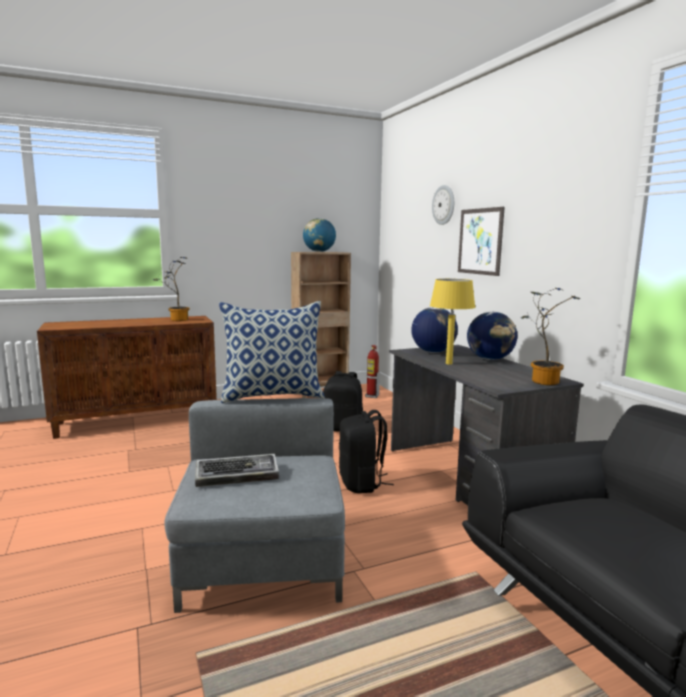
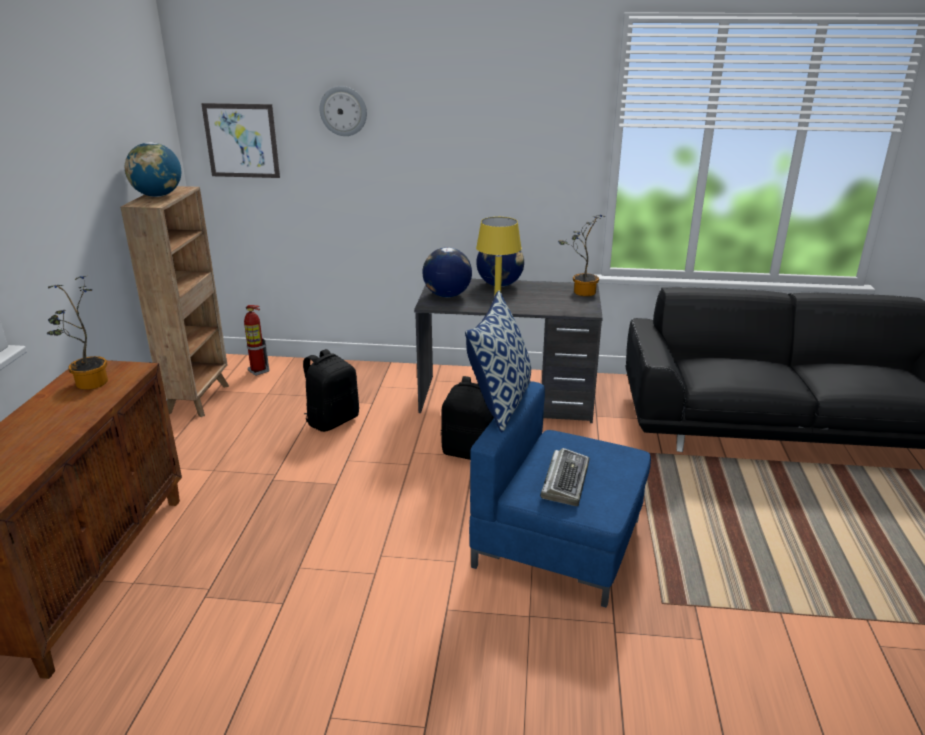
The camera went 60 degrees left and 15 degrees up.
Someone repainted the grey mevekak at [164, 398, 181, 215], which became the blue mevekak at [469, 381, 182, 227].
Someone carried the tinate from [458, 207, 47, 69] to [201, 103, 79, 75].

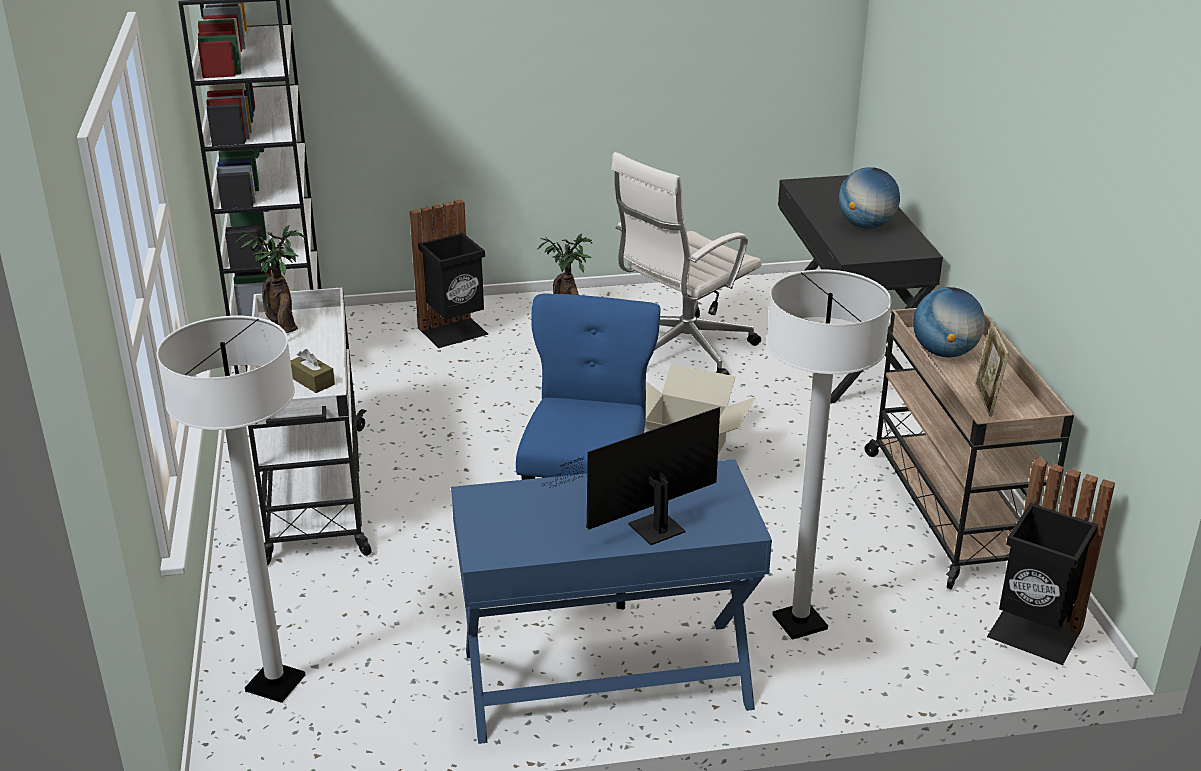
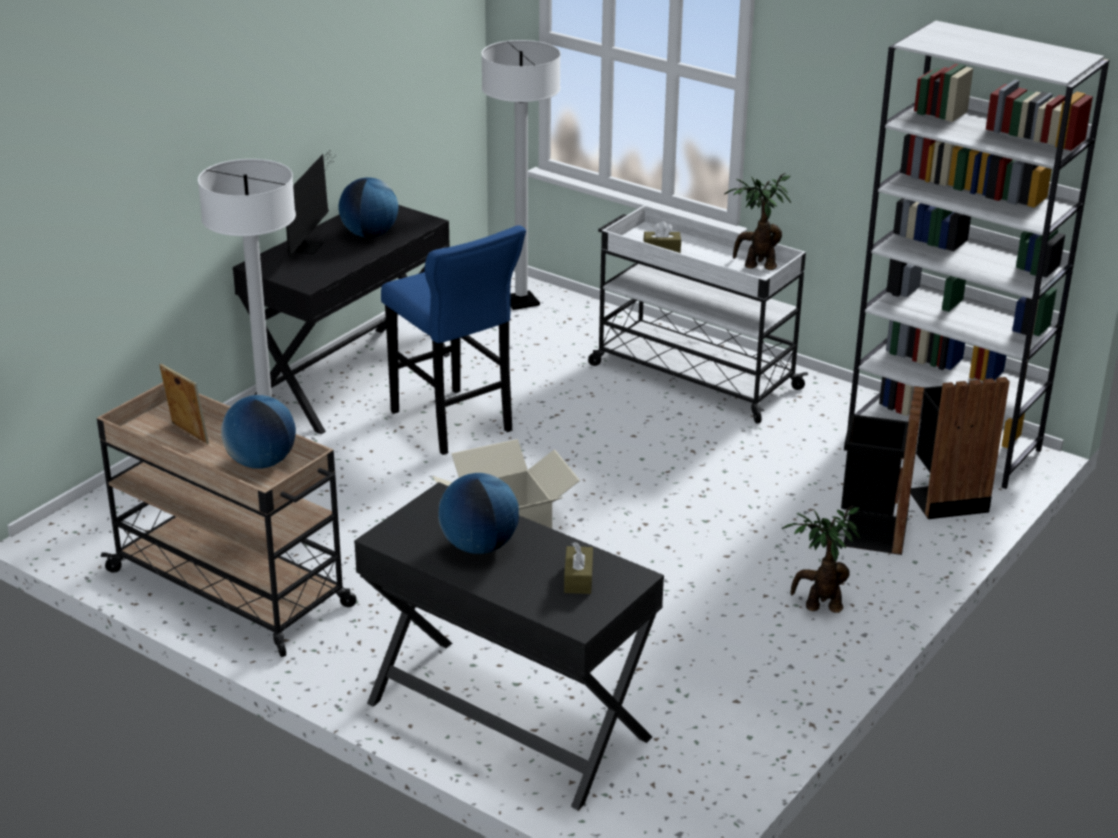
The camera went 135 degrees right and 0 degrees up.
Someone repainted the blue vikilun at [451, 459, 321, 285], which became the black vikilun at [233, 205, 217, 230].
Someone took away the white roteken at [611, 152, 151, 223].
Someone carried the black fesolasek from [987, 459, 128, 206] to [910, 377, 100, 142].
Someone put down the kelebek at [338, 177, 60, 61].
Someone put down the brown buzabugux at [564, 542, 29, 52].

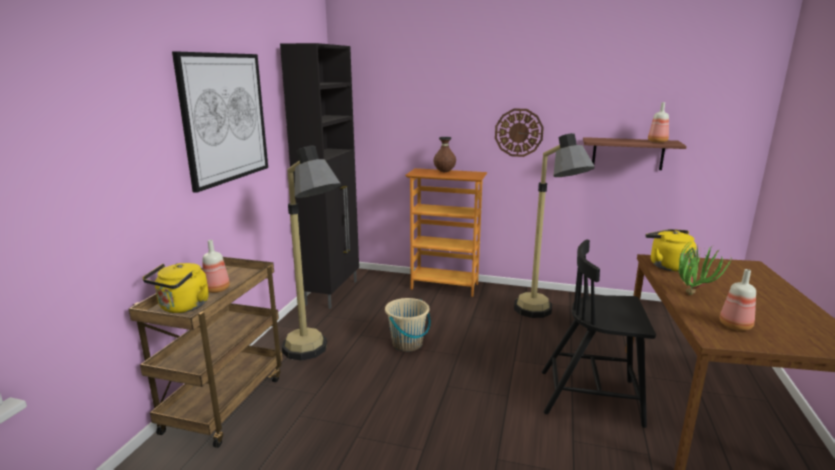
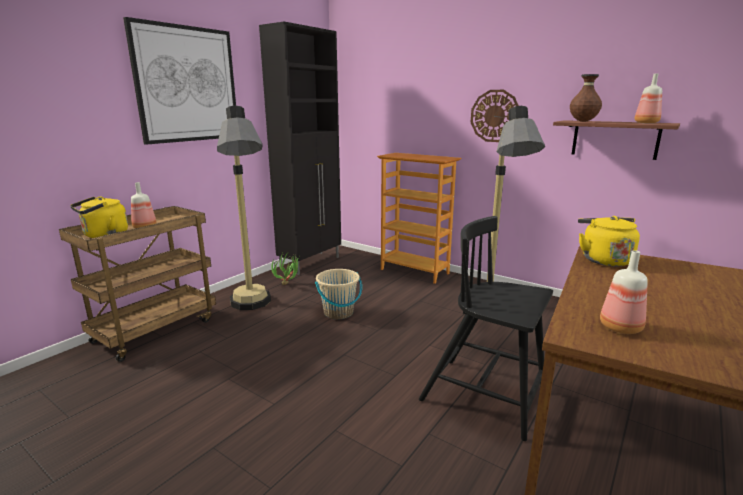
The camera went 20 degrees right and 0 degrees up.
Someone carried the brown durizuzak from [434, 137, 22, 35] to [570, 74, 32, 48].
Someone carried the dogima from [679, 244, 53, 51] to [271, 253, 29, 32].

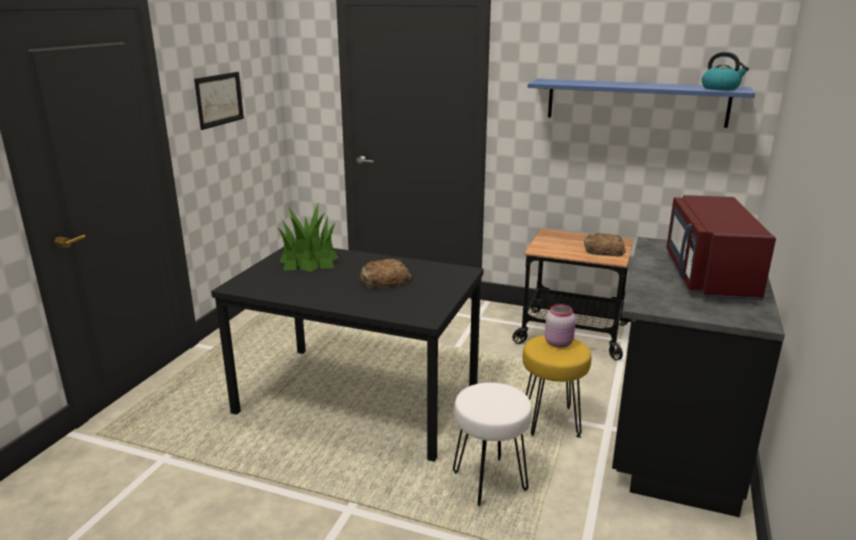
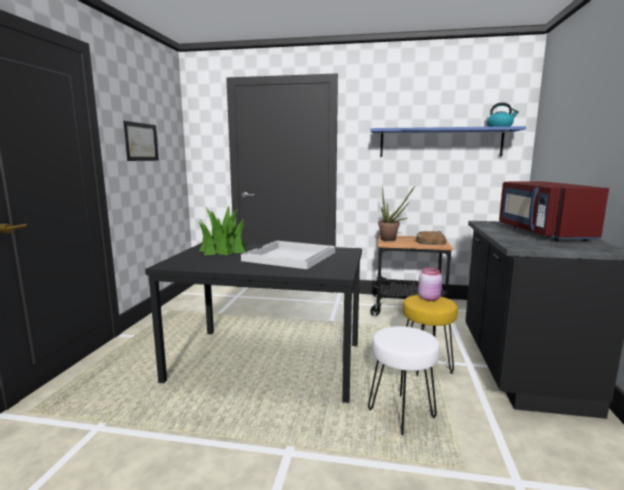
The camera went 10 degrees left and 10 degrees down.
Someone swapped the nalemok at [360, 259, 51, 30] for the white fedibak at [241, 241, 94, 28].
Someone put down the dogima at [378, 186, 37, 55].

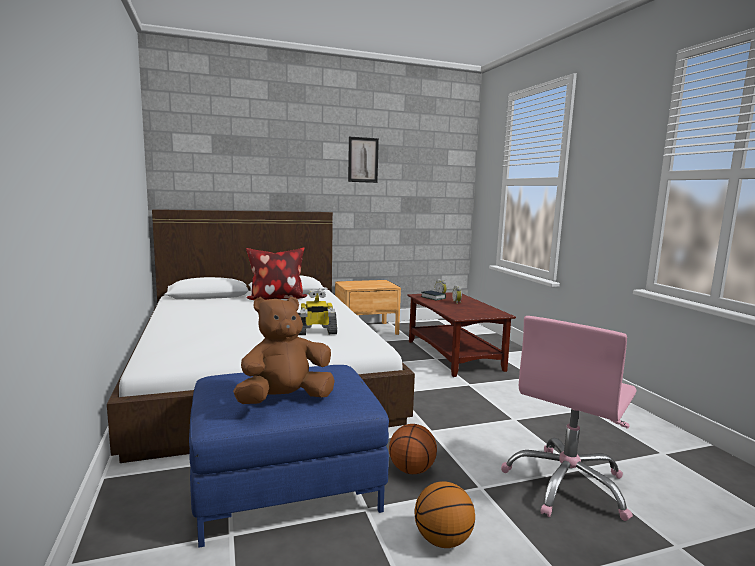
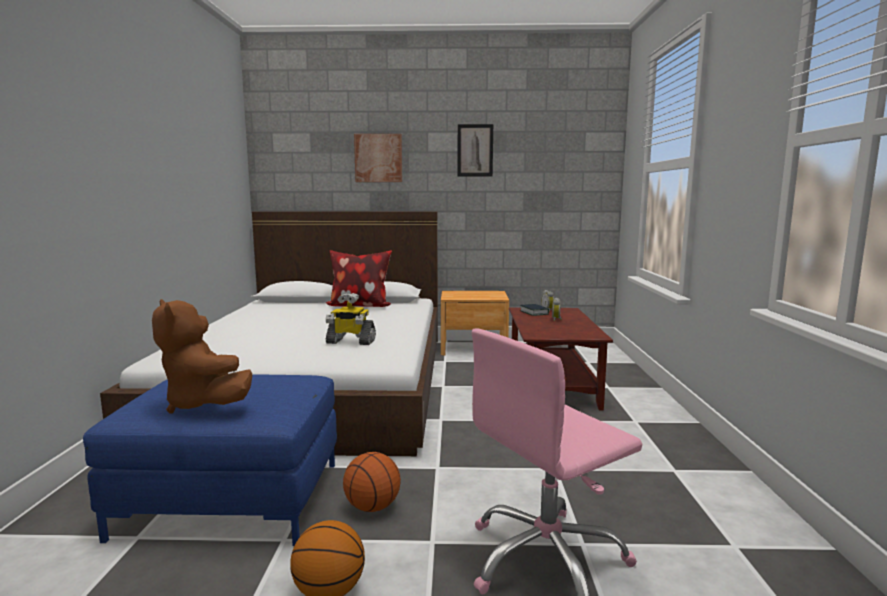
The camera went 20 degrees right and 0 degrees up.
Someone rotated the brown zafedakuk at [233, 297, 102, 107] by 120 degrees counterclockwise.
Someone put up the tinate at [354, 134, 48, 48].

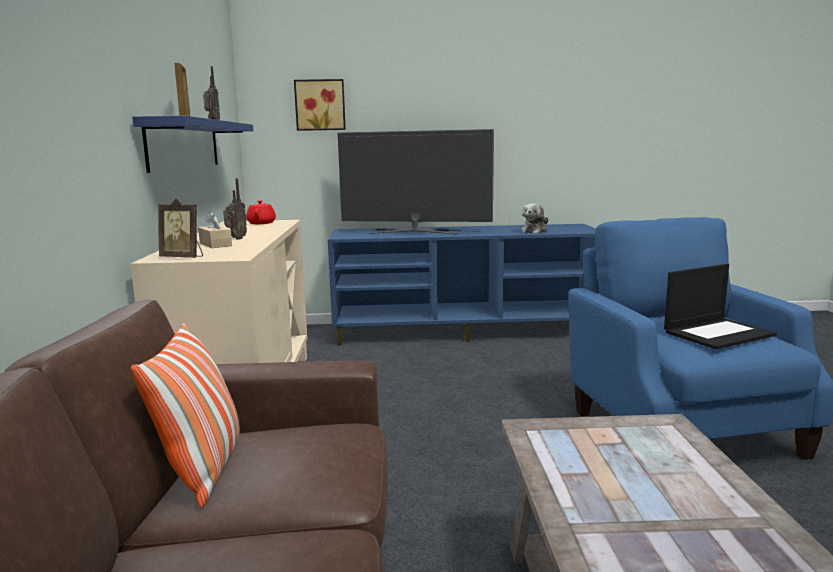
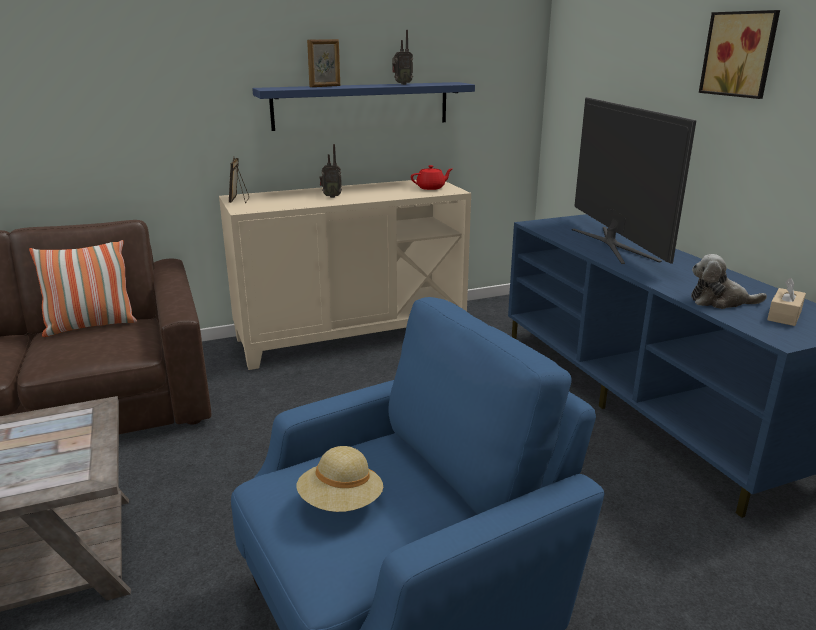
The camera went 70 degrees right and 10 degrees up.
Someone carried the beige buzabugux from [198, 212, 34, 36] to [767, 278, 39, 48].
Someone carried the tinate from [294, 79, 52, 52] to [699, 10, 81, 89].
Someone swapped the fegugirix at [664, 264, 113, 85] for the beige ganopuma at [296, 446, 87, 66].

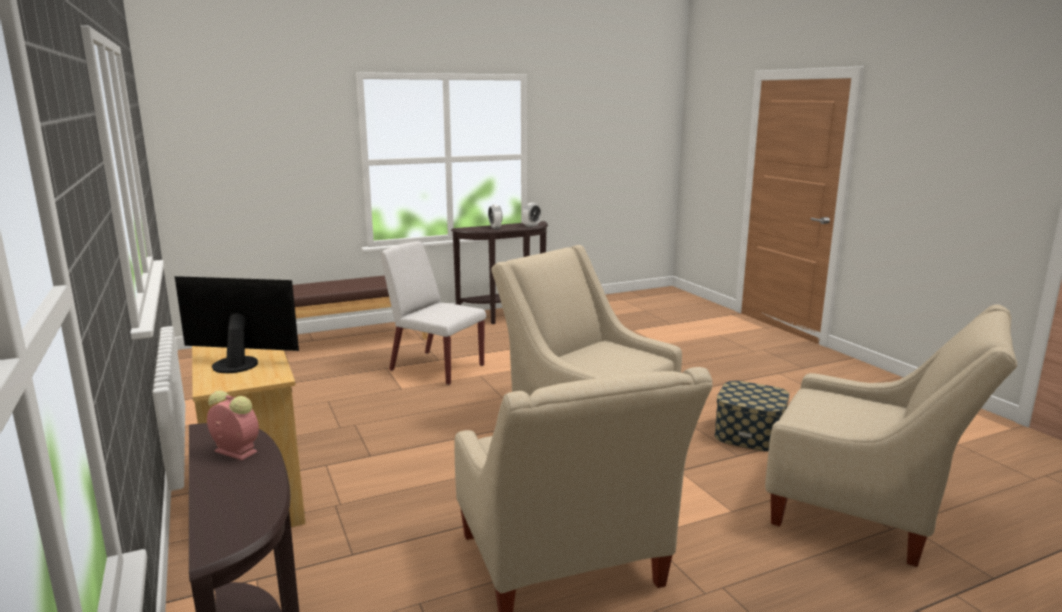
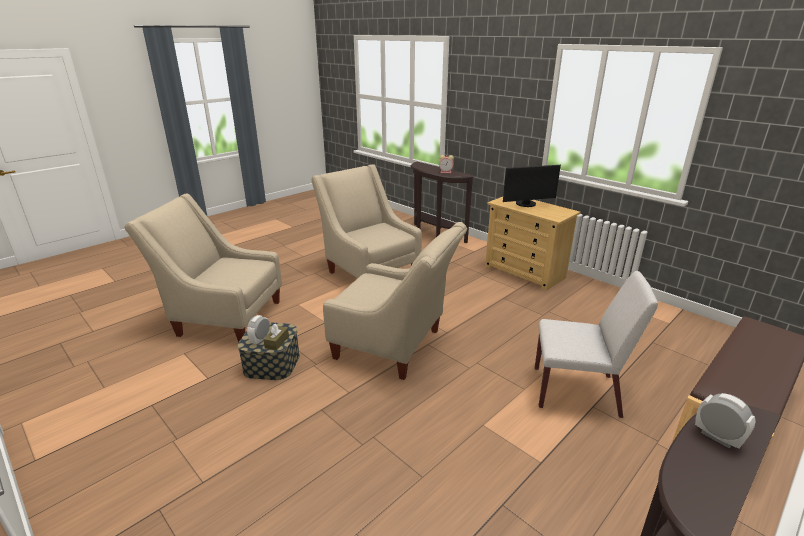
The camera went 160 degrees right and 10 degrees up.
Someone carried the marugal from [522, 203, 19, 24] to [247, 315, 23, 30].
Someone put down the brown buzabugux at [263, 324, 26, 26].

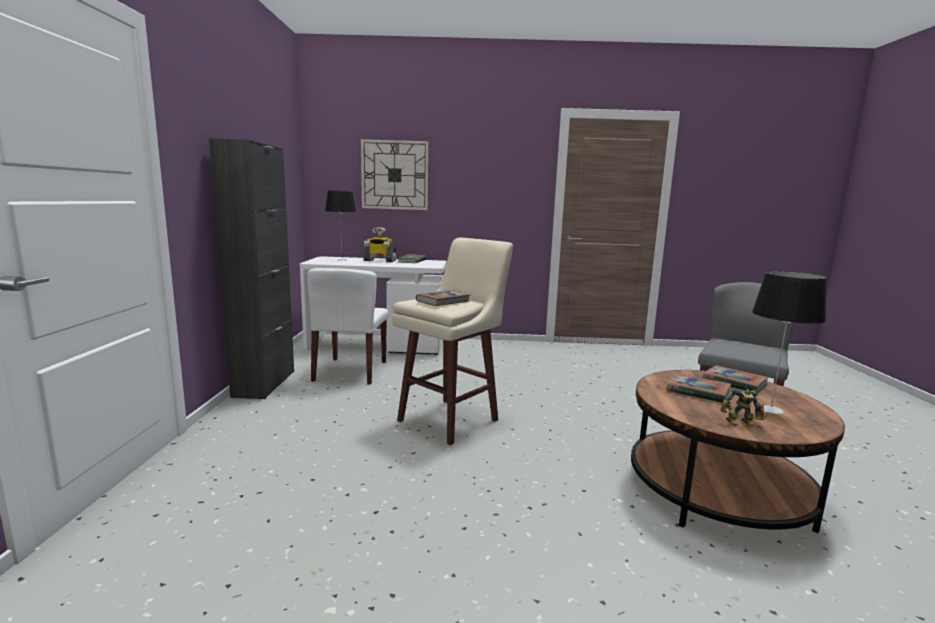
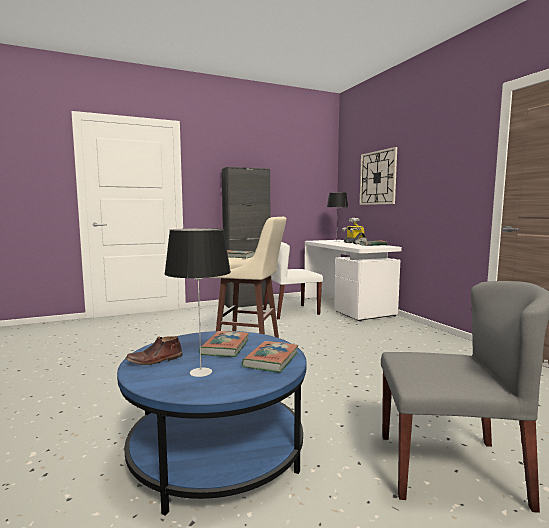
The camera went 65 degrees right and 5 degrees down.
Someone repainted the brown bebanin at [631, 370, 214, 163], which became the blue bebanin at [117, 331, 190, 185].
Someone swapped the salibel at [721, 388, 46, 38] for the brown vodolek at [125, 336, 58, 29].

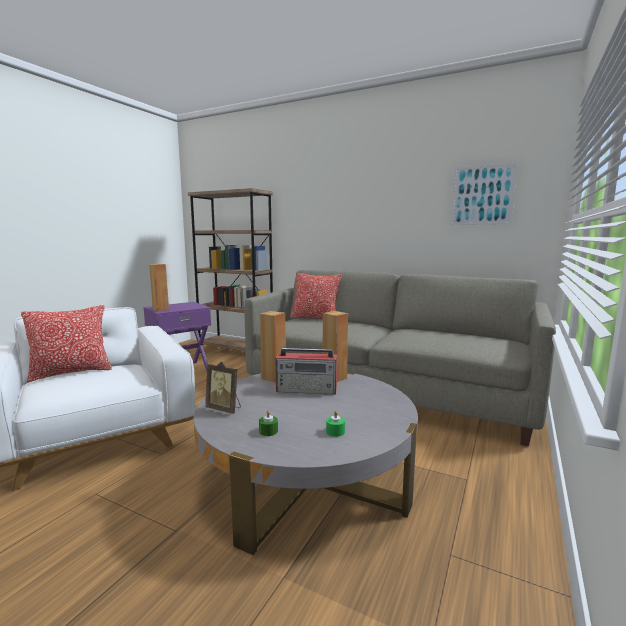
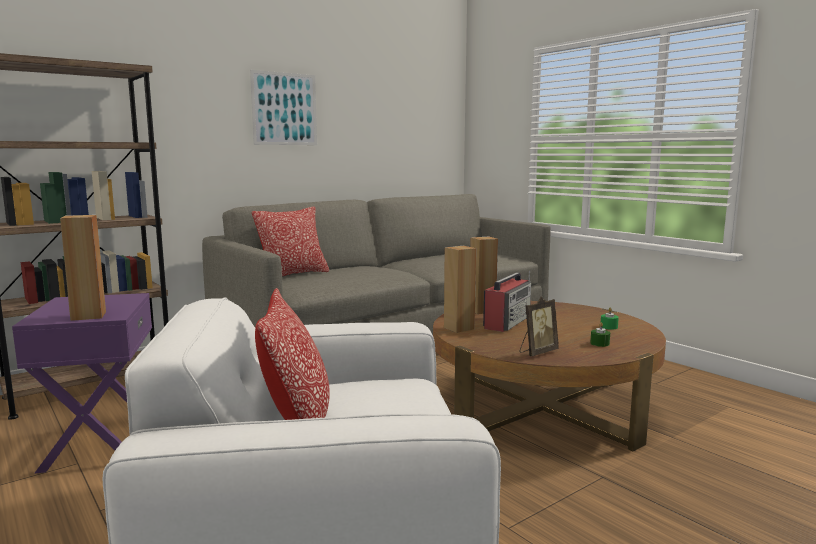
The camera went 65 degrees left and 0 degrees up.
Someone repainted the grey bebanin at [194, 372, 224, 183], which became the brown bebanin at [433, 301, 233, 150].
Someone carried the tinate from [450, 163, 67, 62] to [250, 70, 67, 75].

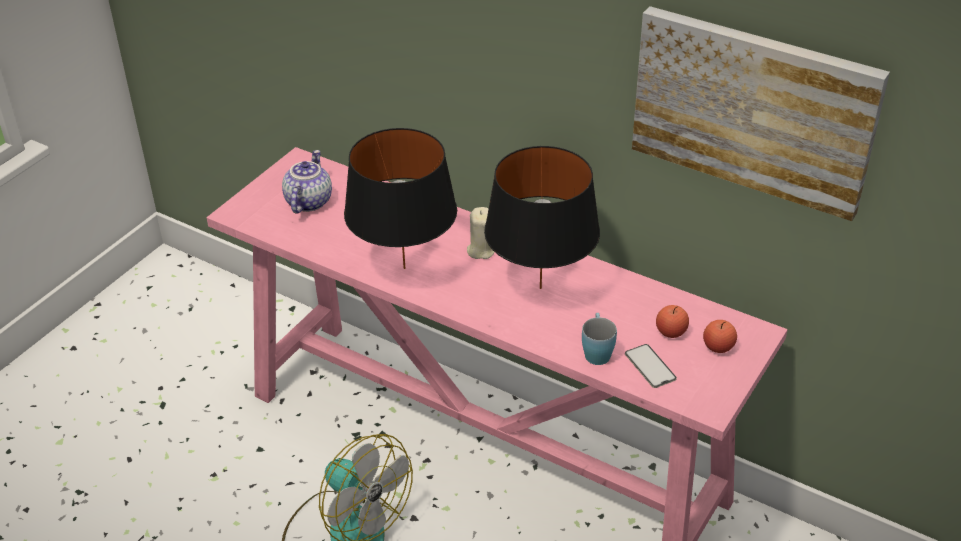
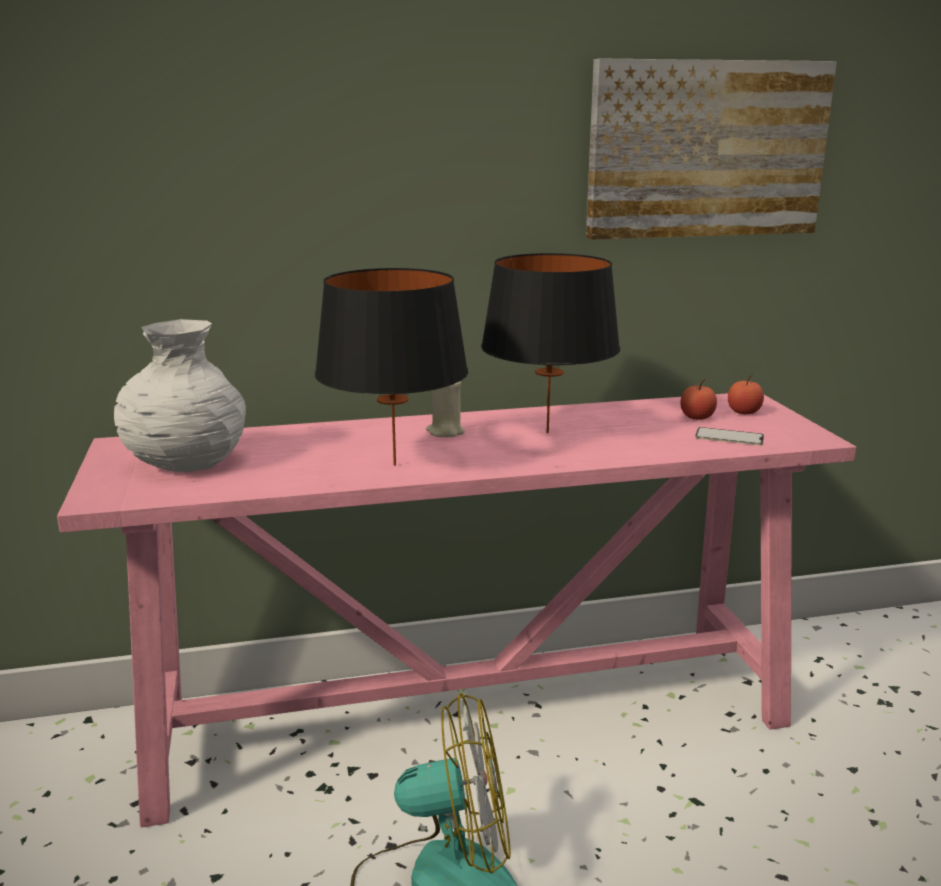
The camera went 45 degrees left and 20 degrees down.
Someone swapped the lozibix at [282, 150, 50, 63] for the white durizuzak at [114, 319, 132, 153].
Someone took away the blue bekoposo at [582, 313, 35, 52].

